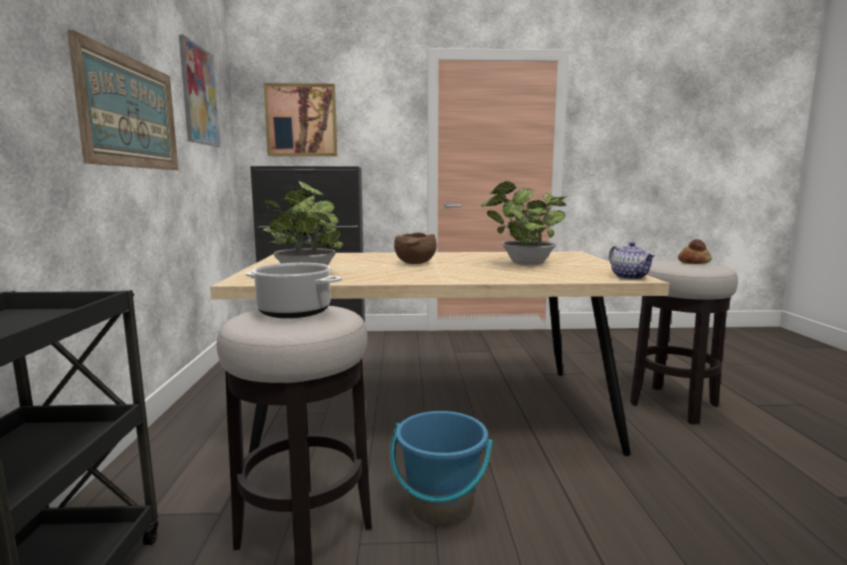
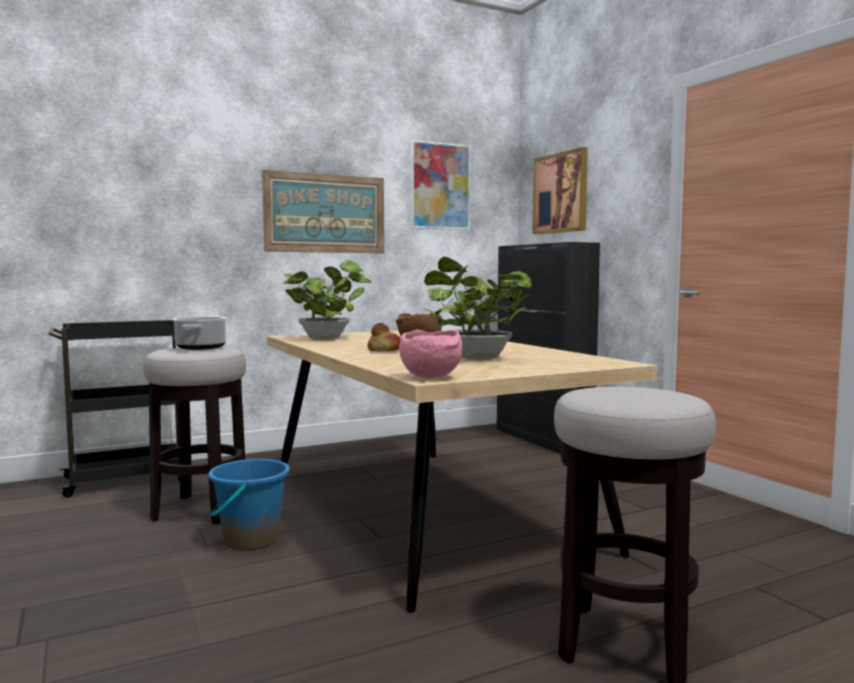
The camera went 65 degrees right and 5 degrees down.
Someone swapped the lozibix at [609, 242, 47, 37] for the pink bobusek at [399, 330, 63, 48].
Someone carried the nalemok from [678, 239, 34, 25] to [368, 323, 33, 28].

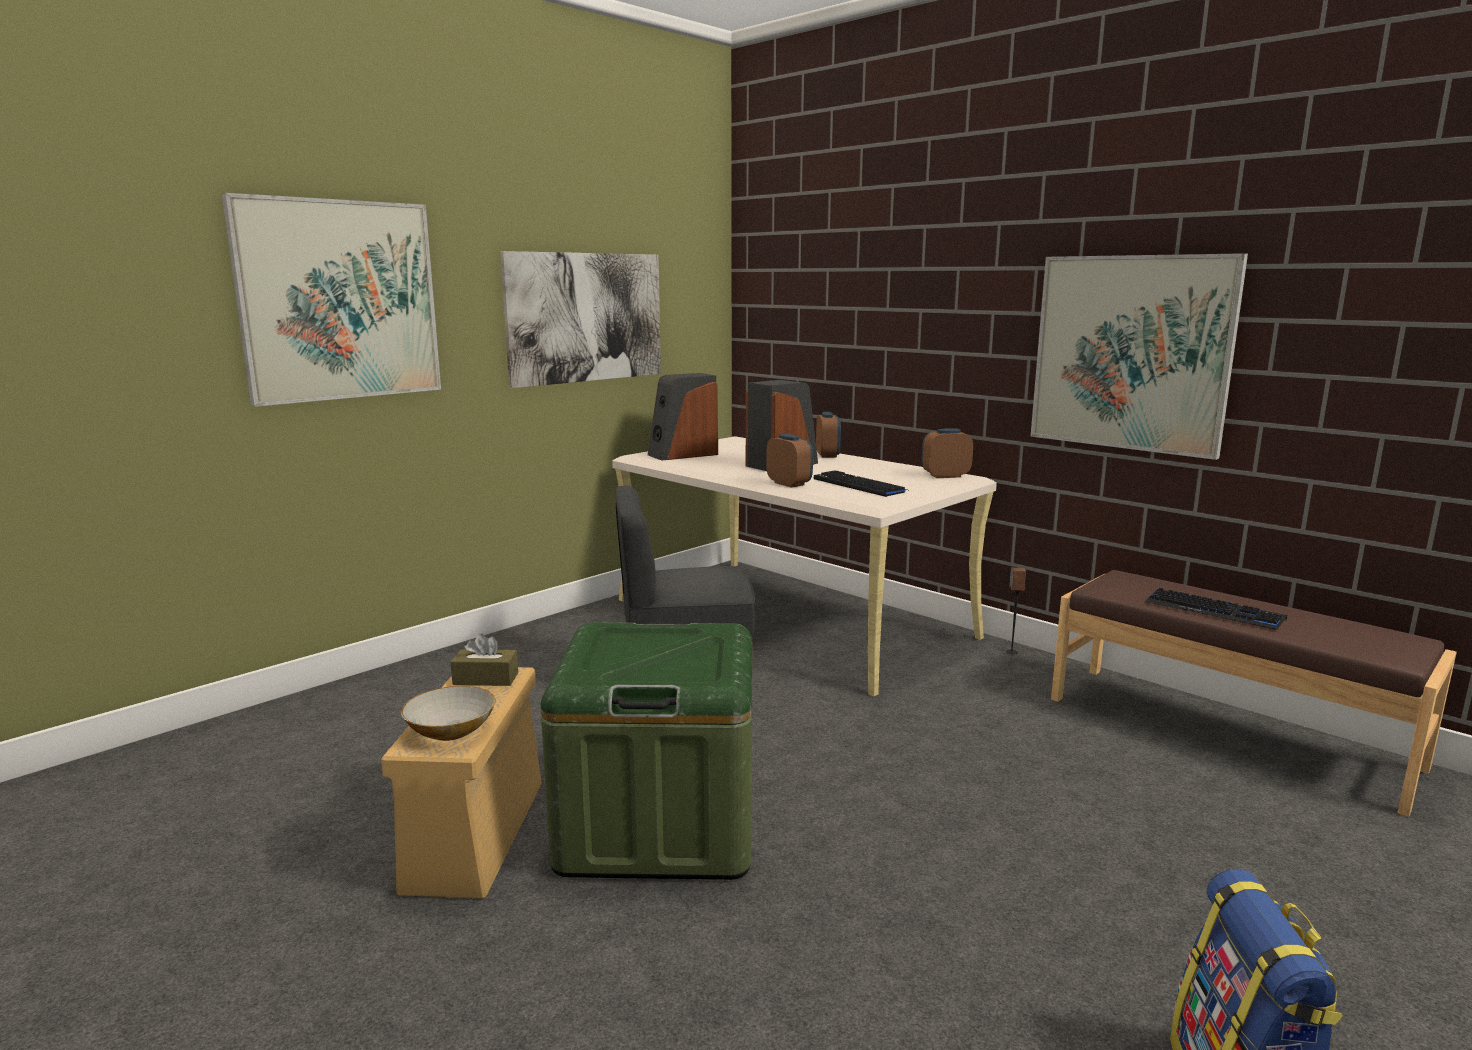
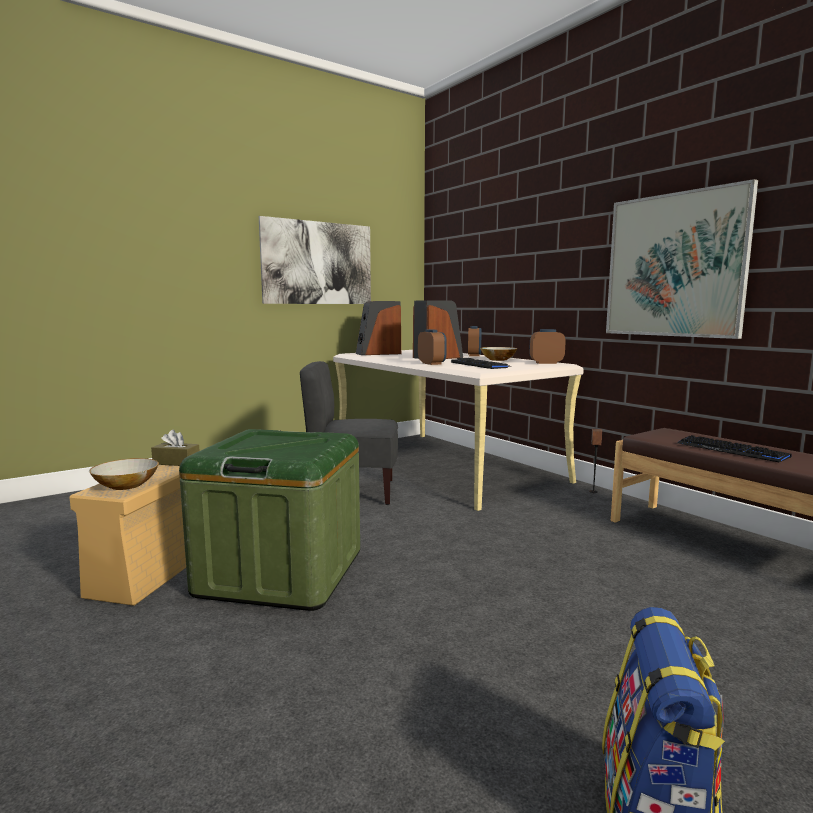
The camera went 10 degrees right and 5 degrees down.
Someone took away the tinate at [221, 193, 220, 214].
Someone put down the bobusek at [480, 347, 37, 14].

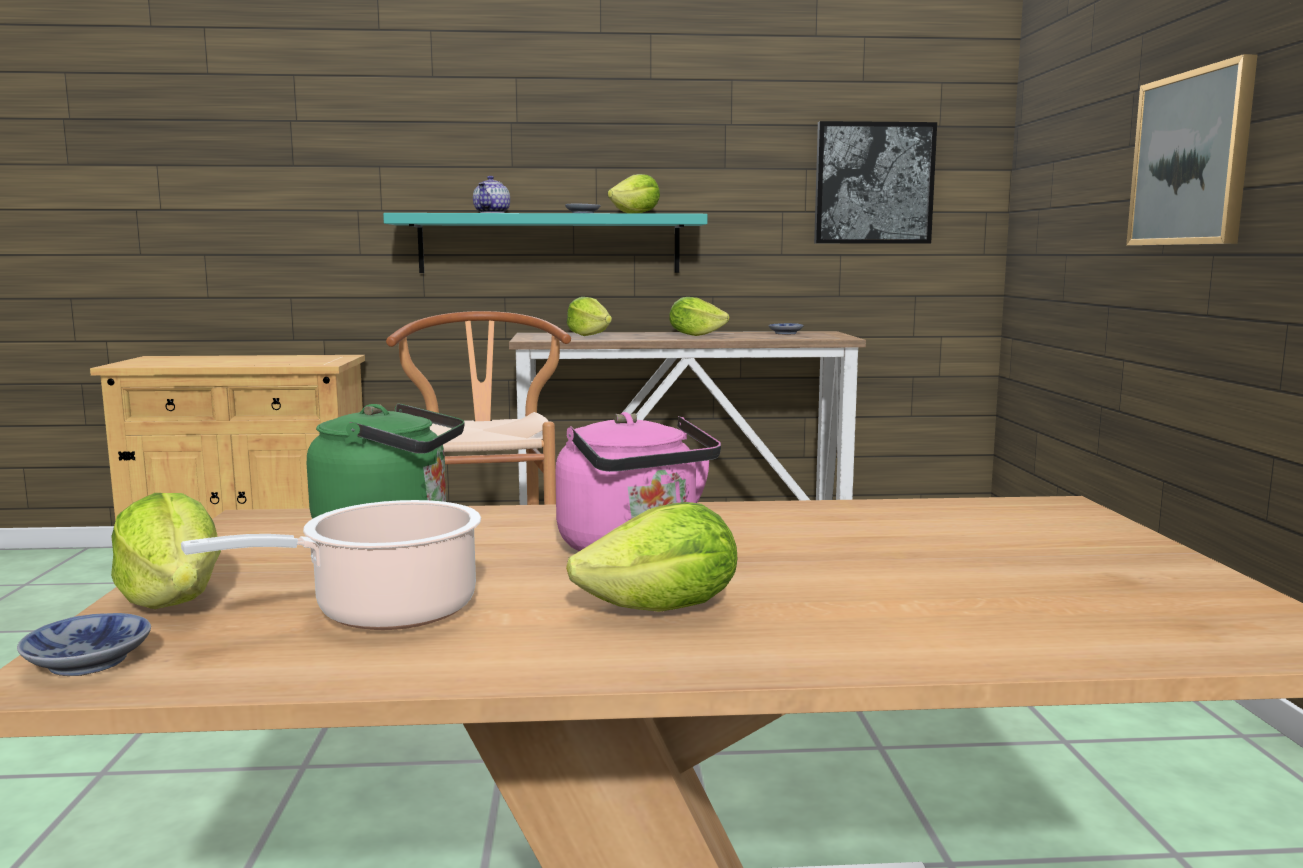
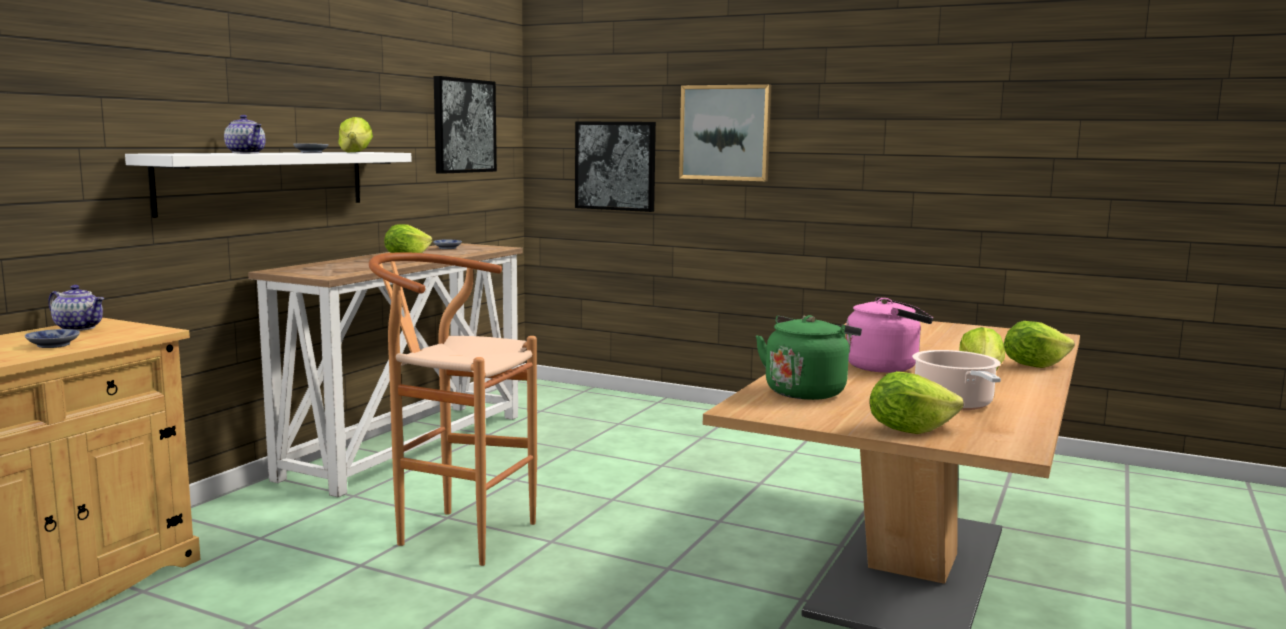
The camera went 60 degrees left and 0 degrees up.
Someone carried the bobusek from [17, 613, 134, 63] to [25, 329, 55, 19].
Someone repainted the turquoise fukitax at [383, 213, 324, 60], which became the white fukitax at [125, 152, 287, 66].
Someone carried the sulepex from [567, 297, 45, 39] to [1004, 321, 71, 47].
Someone put down the lozibix at [48, 285, 56, 46].
Someone put up the tinate at [575, 121, 81, 91].

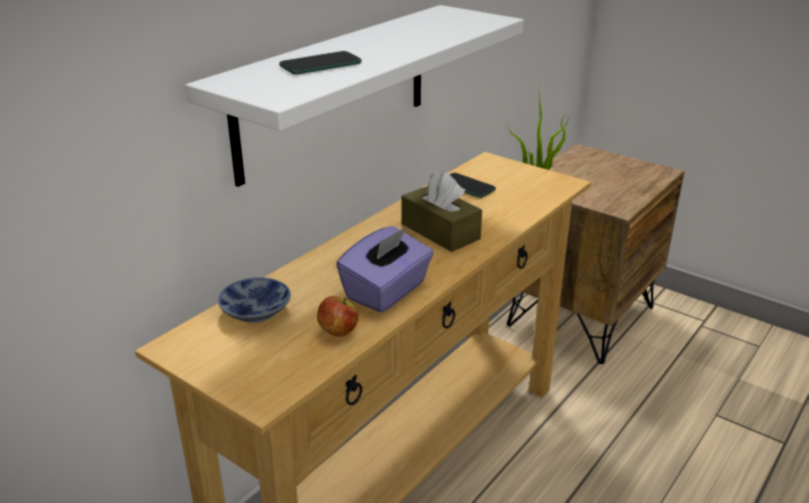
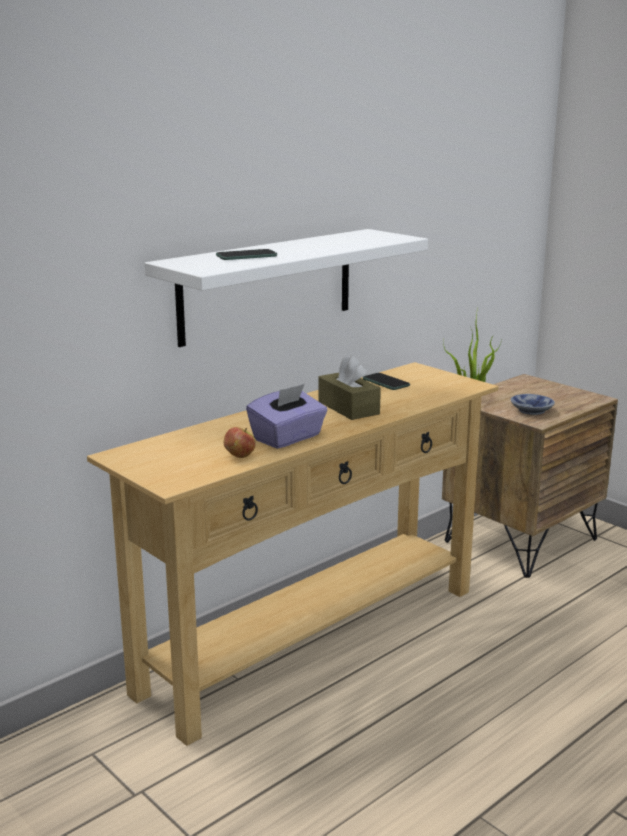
The camera went 10 degrees right and 10 degrees down.
Someone carried the bobusek from [218, 277, 73, 46] to [511, 394, 44, 21].

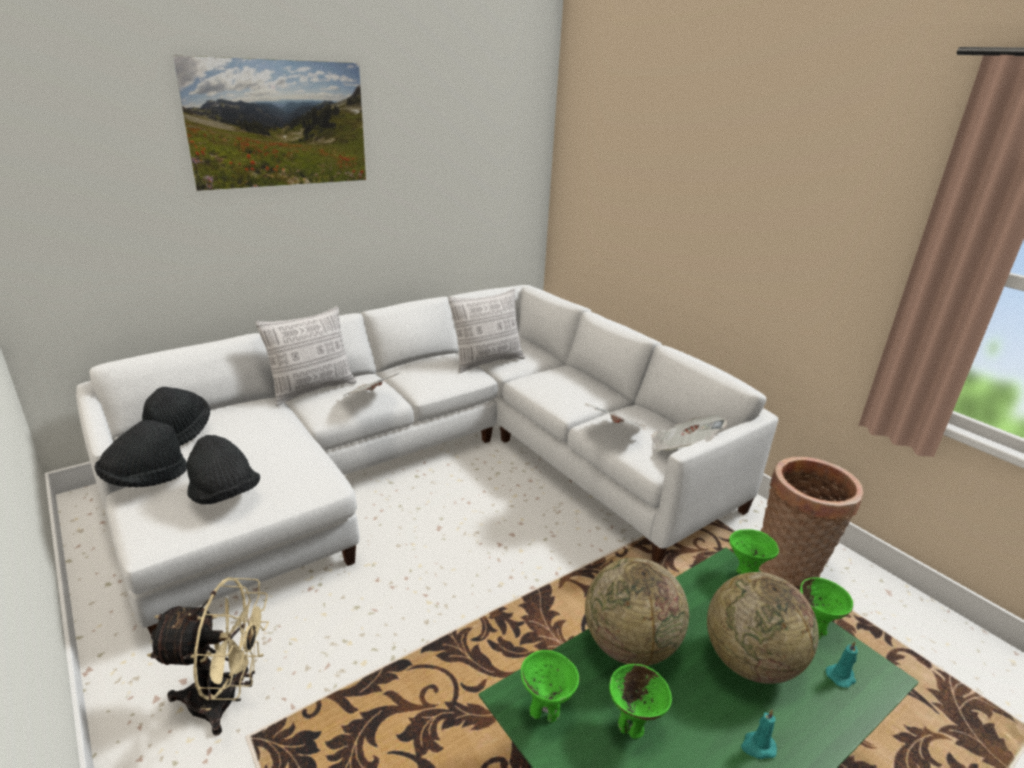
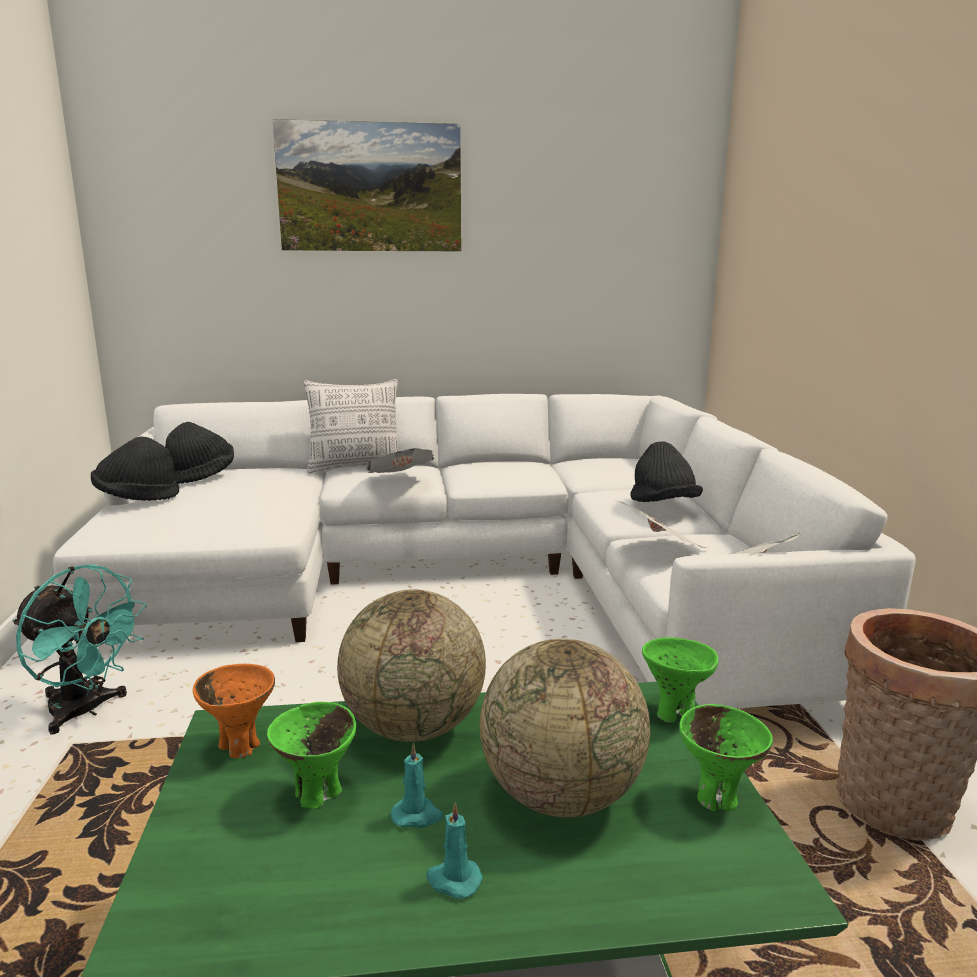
The camera went 30 degrees right and 10 degrees down.
Someone repainted the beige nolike at [147, 577, 122, 159], which became the turquoise nolike at [13, 565, 134, 169].
Someone carried the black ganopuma from [187, 435, 73, 69] to [630, 441, 73, 61].
Someone took away the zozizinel at [448, 289, 77, 84].
Someone repainted the green bobusek at [521, 650, 58, 72], which became the orange bobusek at [193, 664, 82, 94].
Someone carried the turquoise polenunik from [826, 641, 32, 47] to [391, 743, 53, 85].

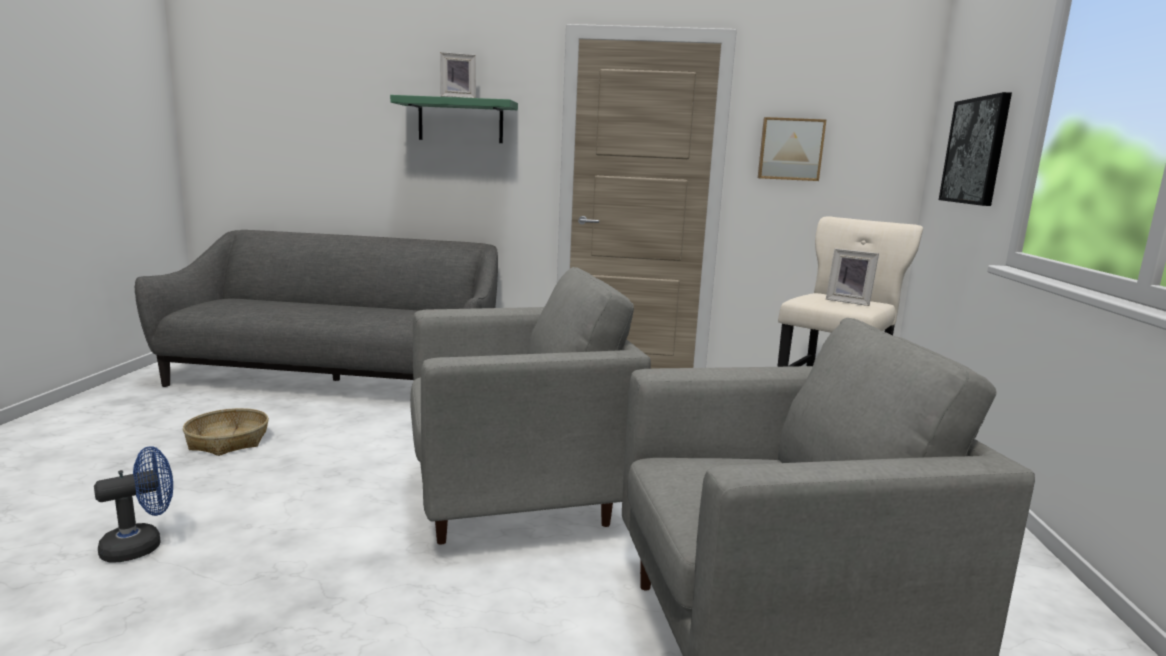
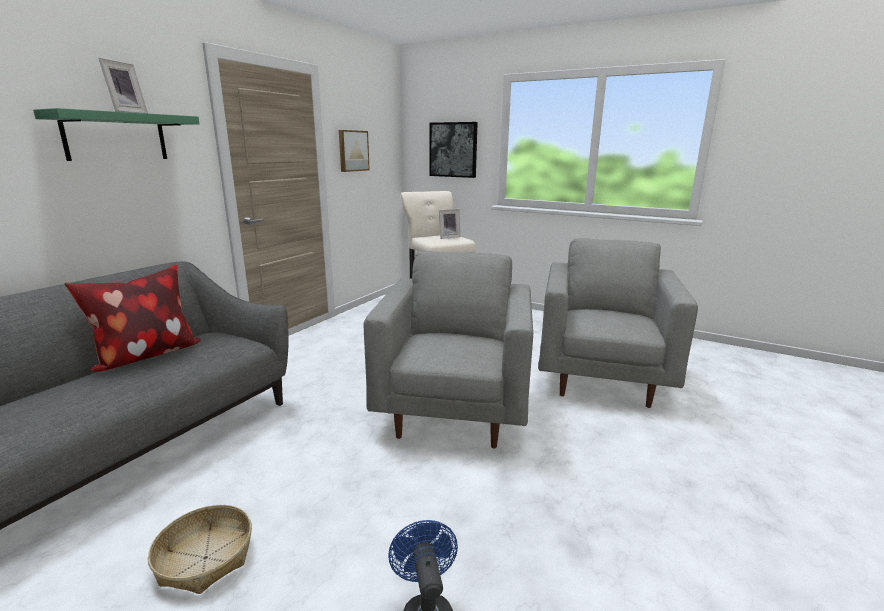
The camera went 65 degrees left and 5 degrees up.
Someone put down the zozizinel at [64, 265, 137, 107].

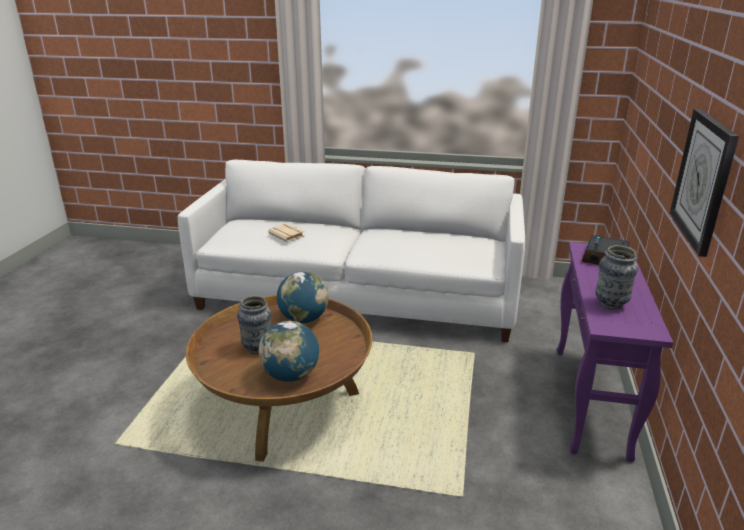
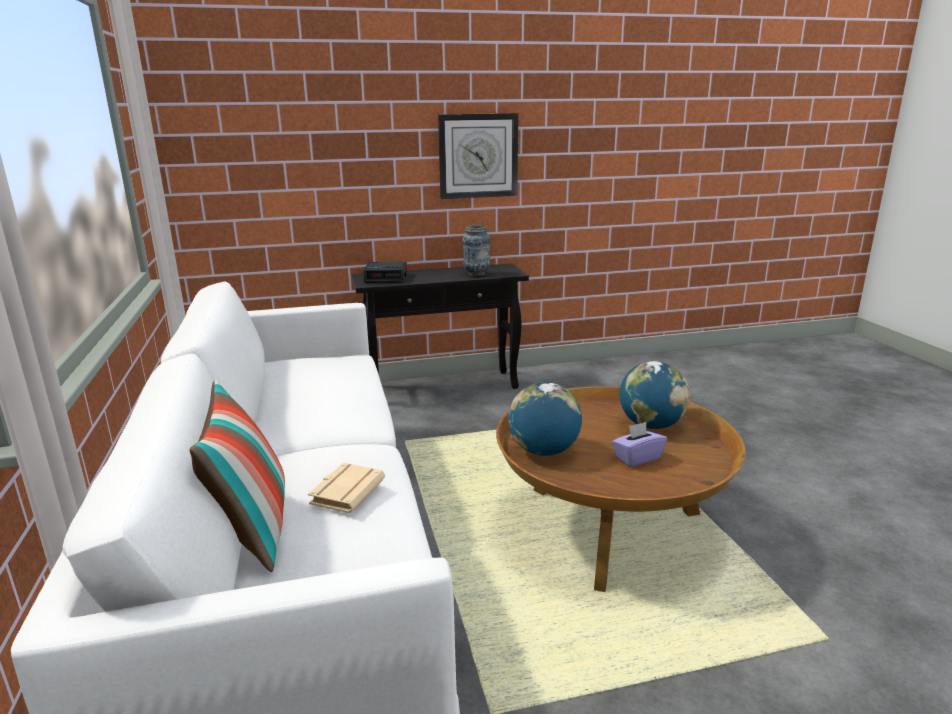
The camera went 115 degrees left and 5 degrees down.
Someone swapped the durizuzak at [237, 296, 34, 58] for the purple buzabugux at [612, 422, 55, 45].
Someone repainted the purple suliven at [557, 242, 116, 220], which became the black suliven at [351, 263, 178, 126].
Someone put down the zozizinel at [189, 380, 96, 192].

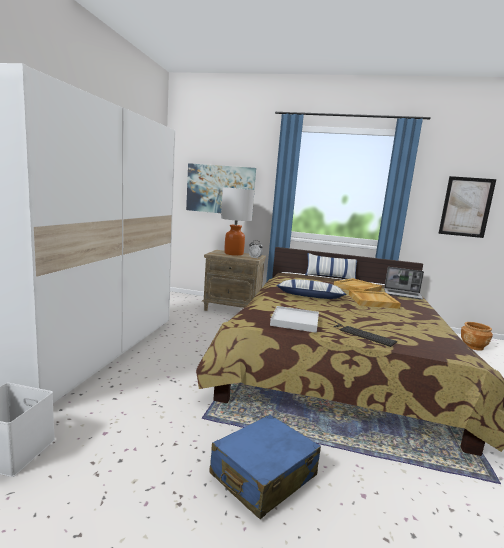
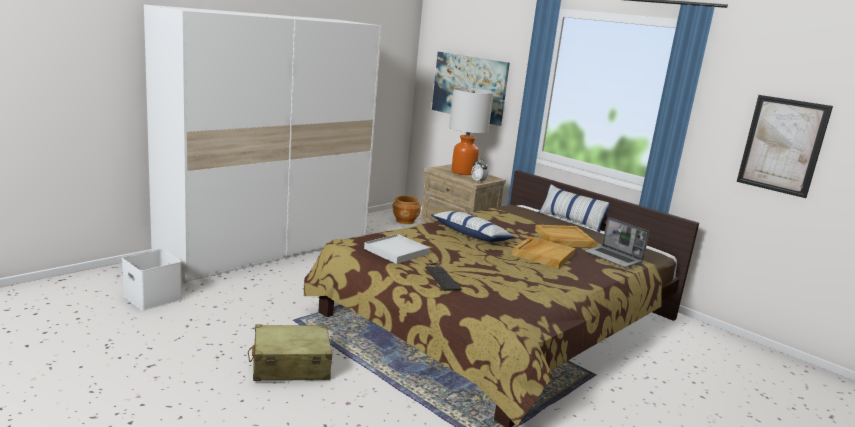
The camera went 30 degrees right and 5 degrees up.
Someone repainted the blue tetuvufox at [209, 414, 112, 105], which became the beige tetuvufox at [248, 325, 84, 56].
Someone carried the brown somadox from [461, 322, 32, 29] to [392, 196, 29, 28].

